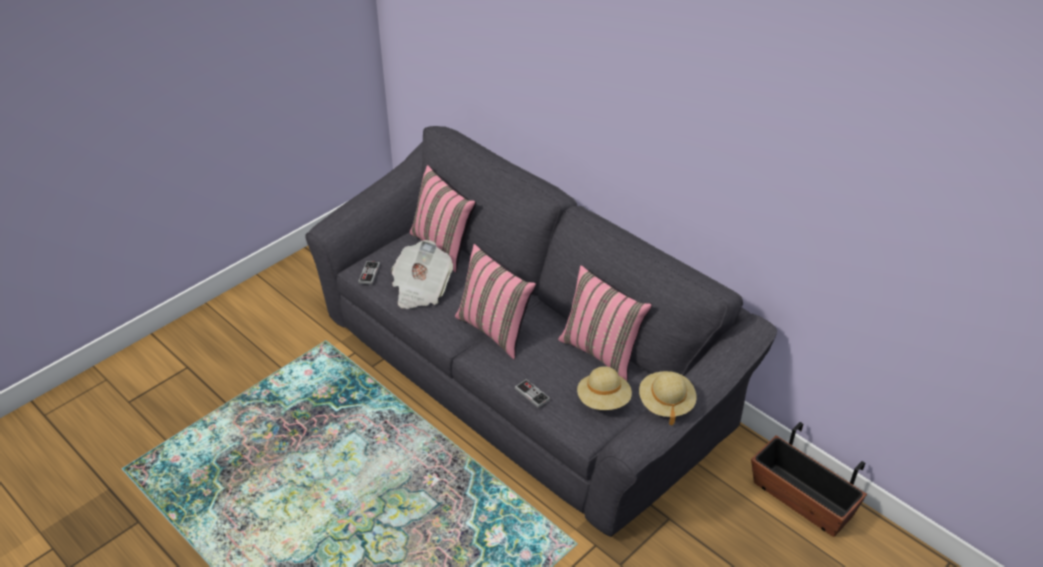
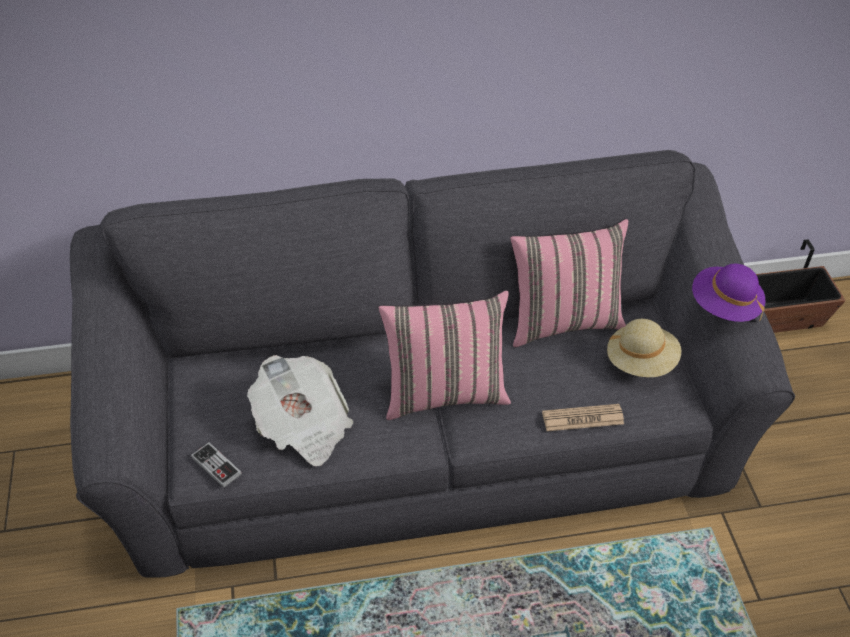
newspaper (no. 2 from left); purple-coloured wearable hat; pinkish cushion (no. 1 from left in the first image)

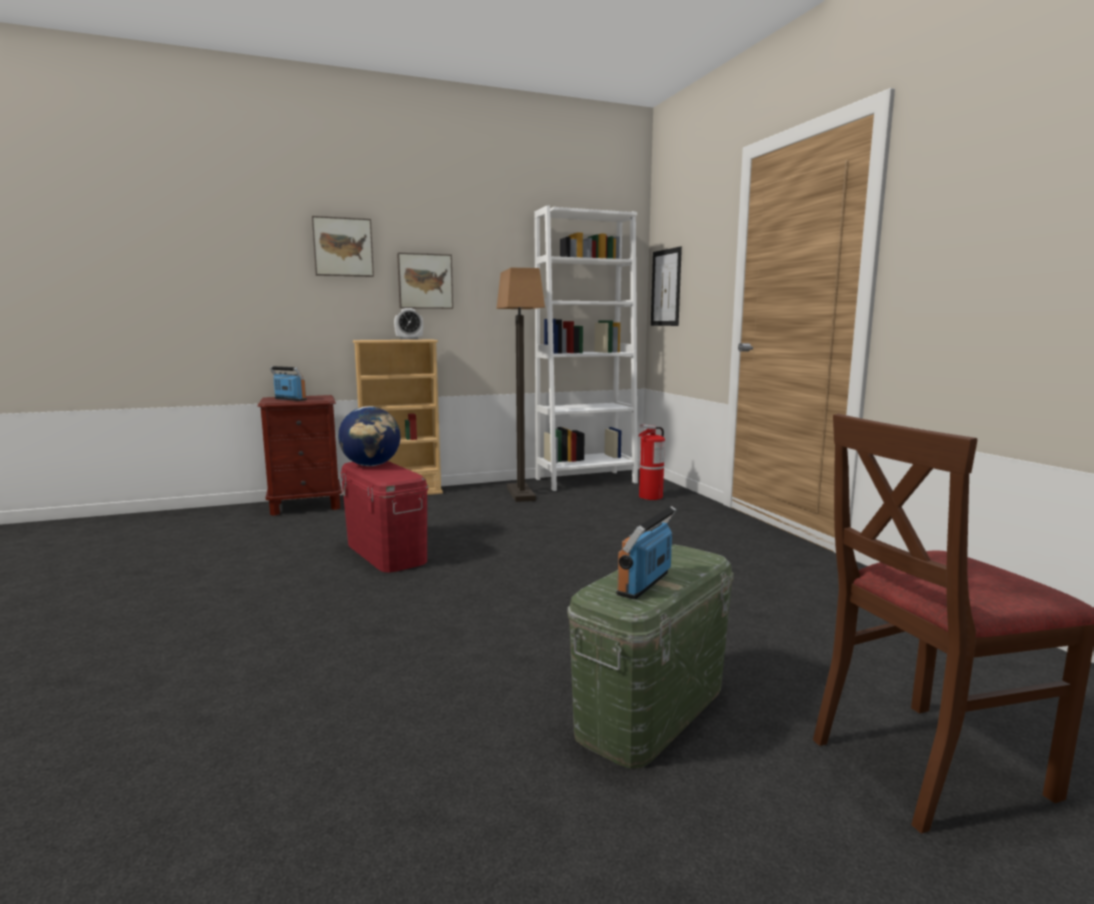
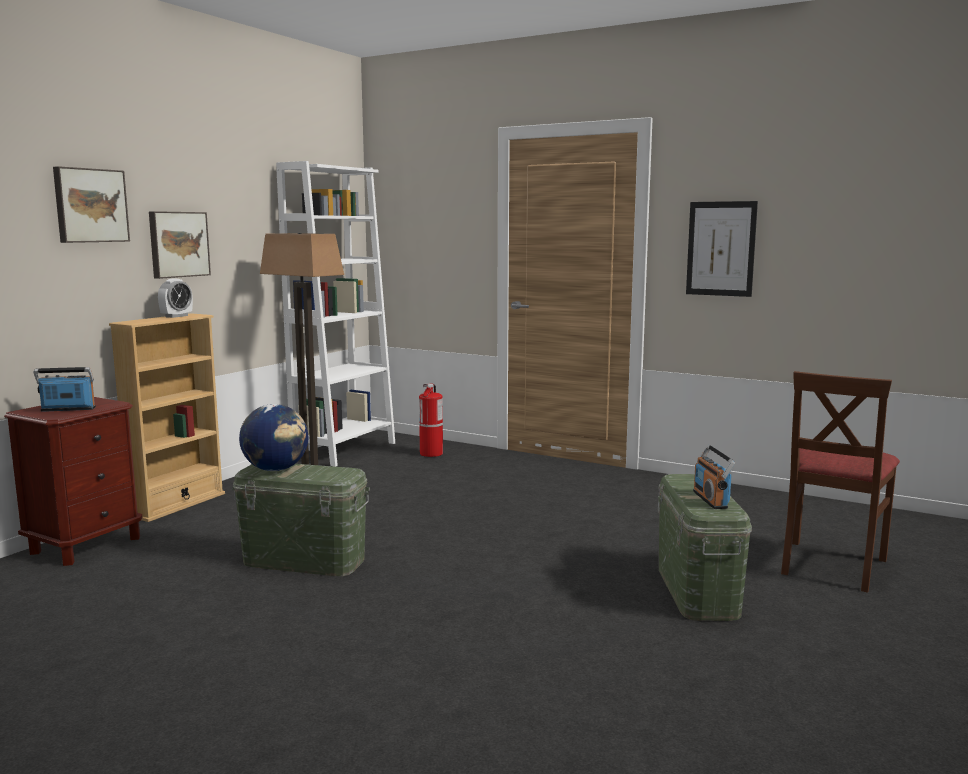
green storage container (no. 1 from left); wall picture (no. 3 from left)

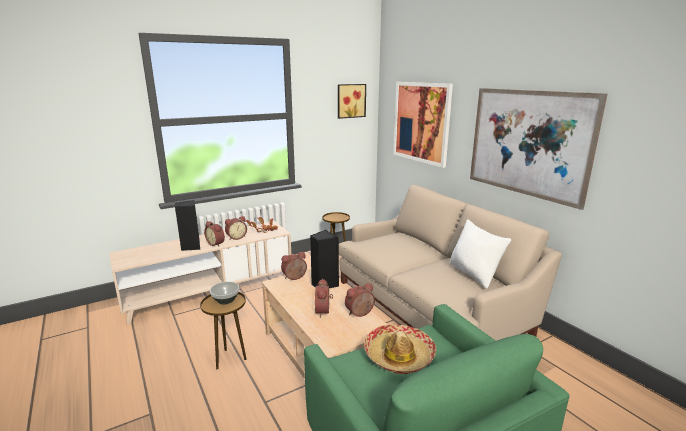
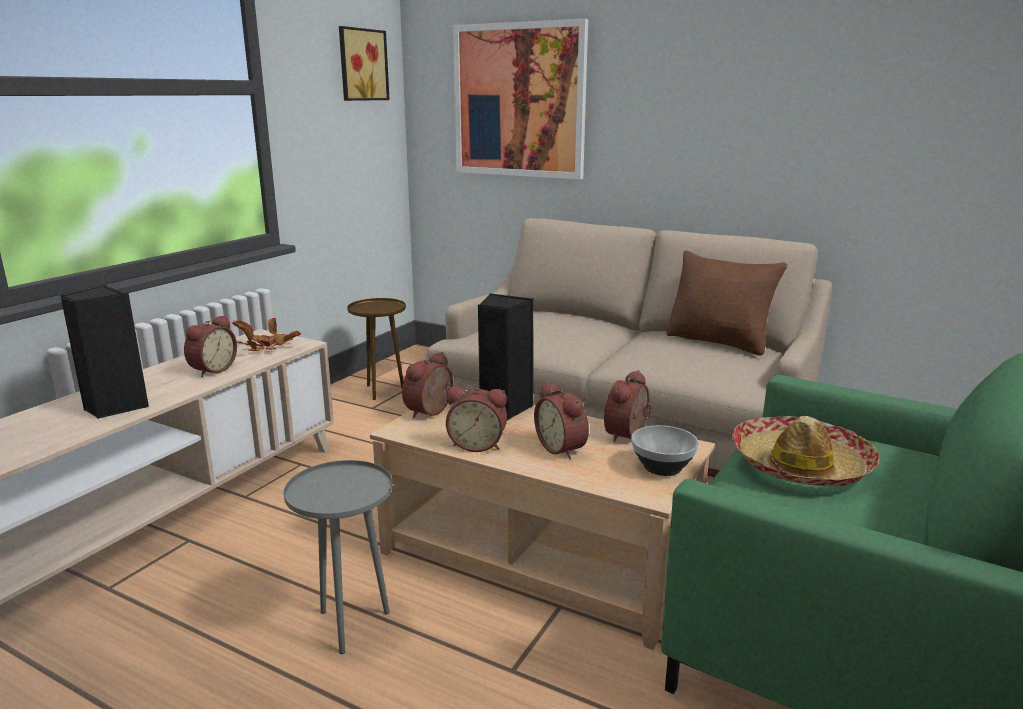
gray side table; alarm clock (no. 3 from left); deep dish; brown-coloured cushion; wall picture (no. 3 from left in the first image)

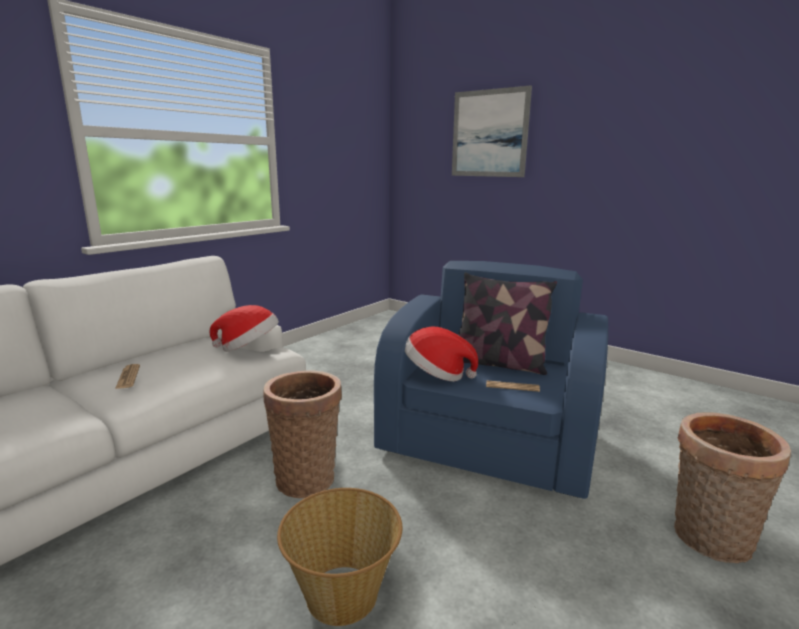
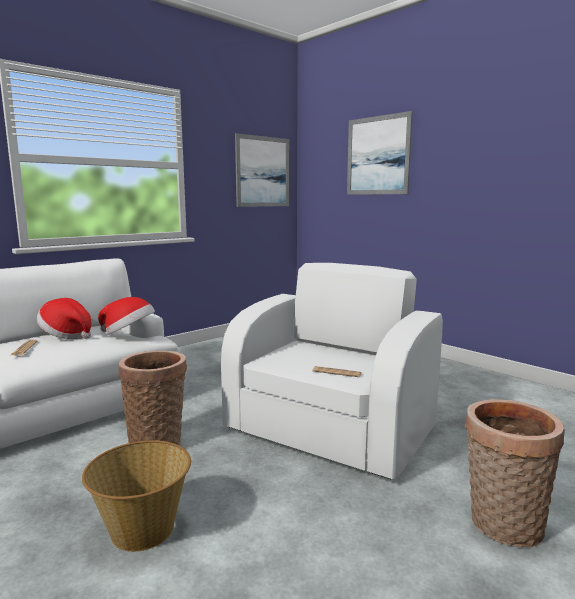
wearable hat (no. 1 from left); white armchair; wall picture (no. 1 from left); cushion

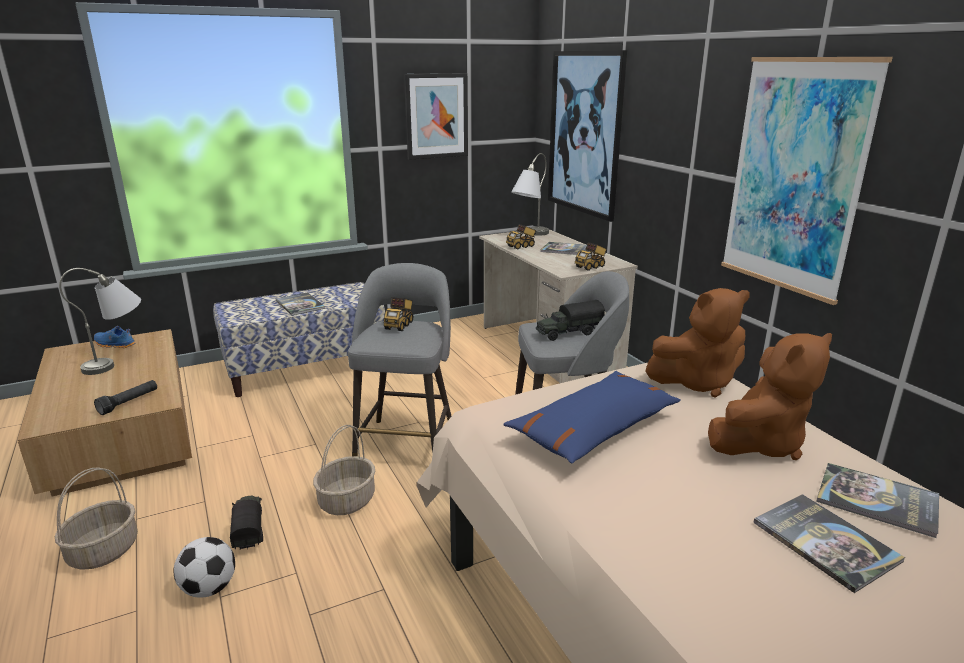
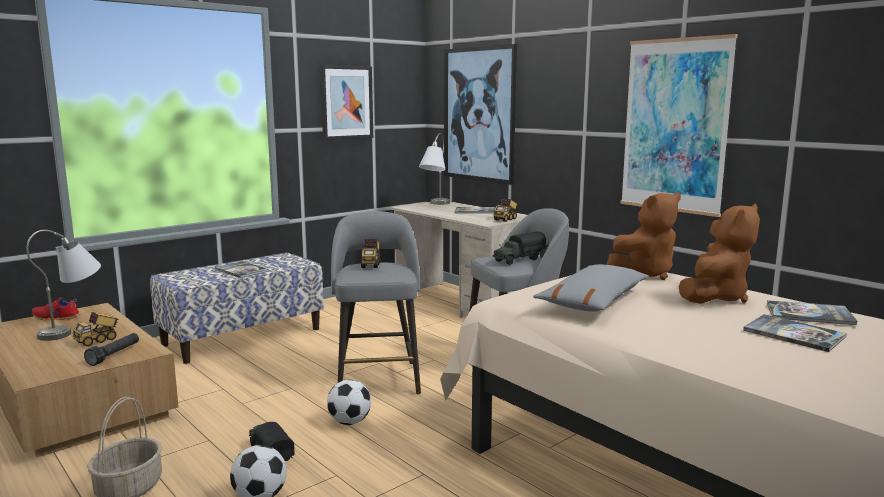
reddish item of footwear; toy truck (no. 1 from left); football ball (no. 2 from left); gray cushion

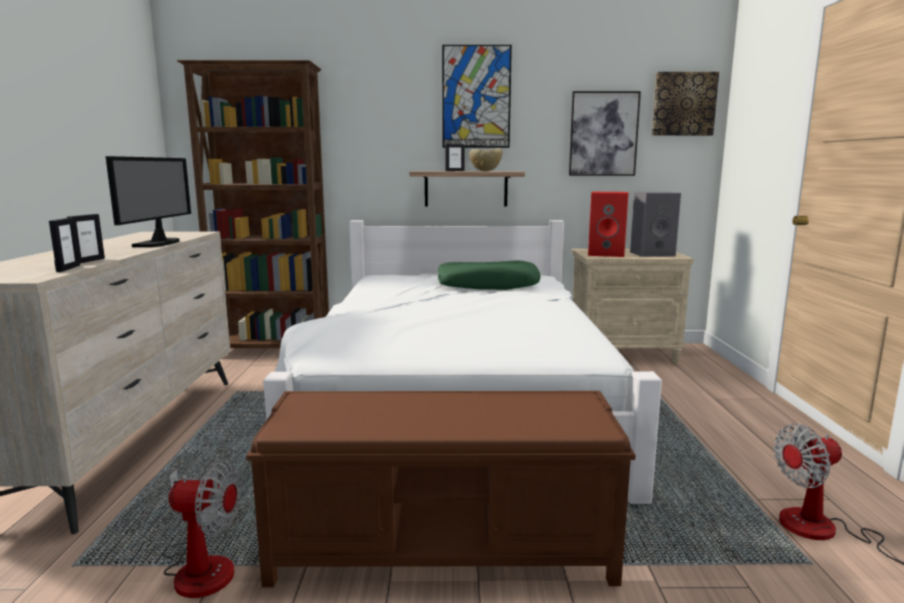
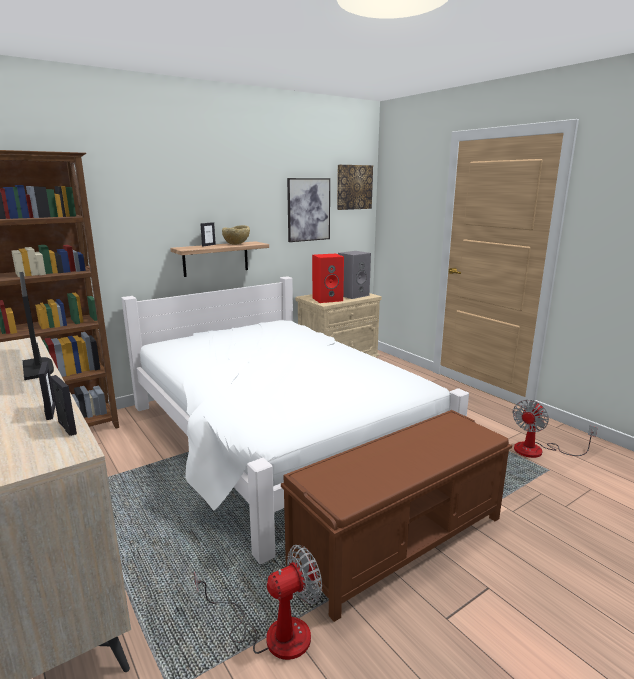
green cushion; wall picture (no. 1 from left in the first image)

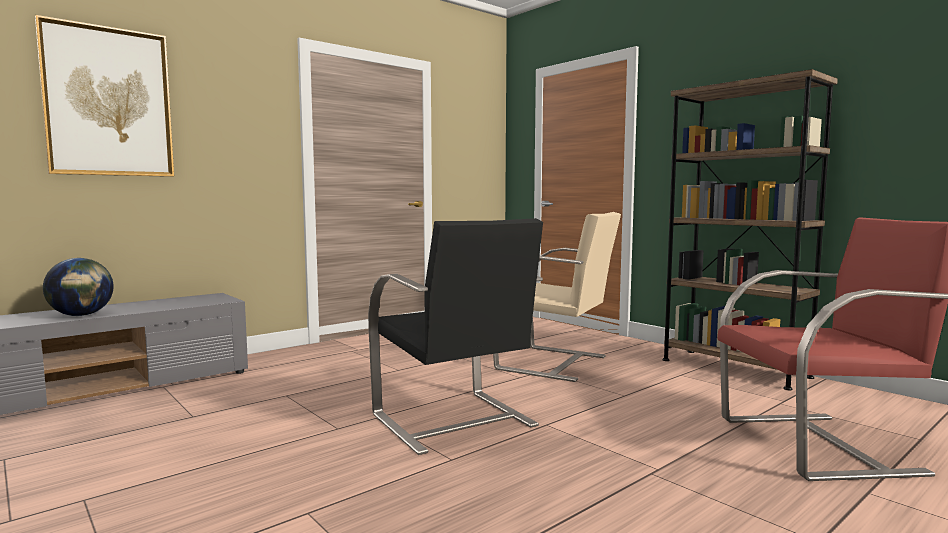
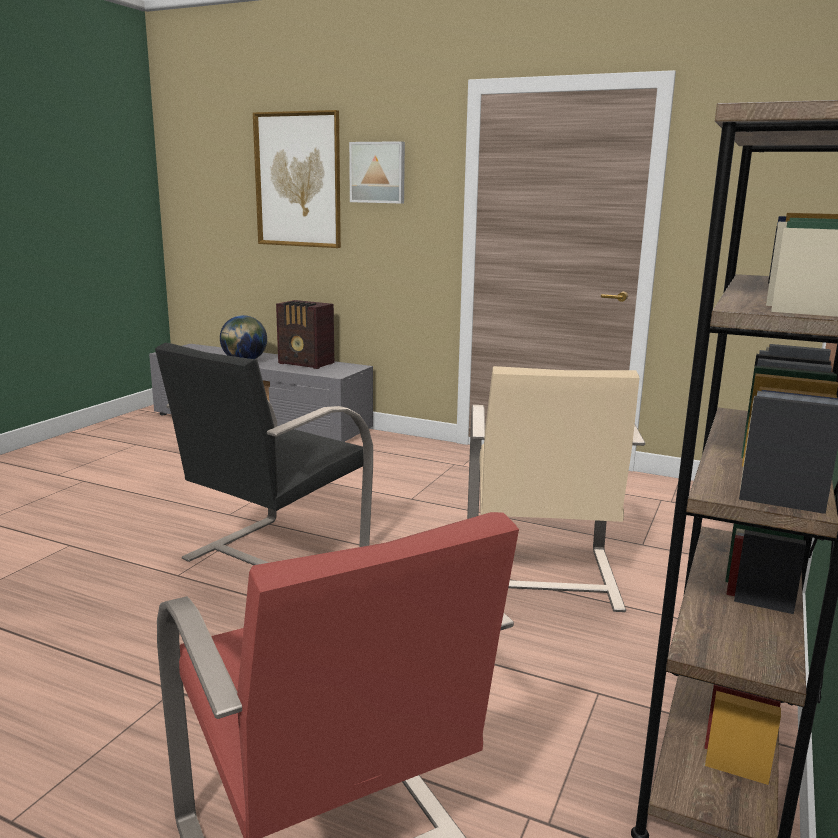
radio set; wall picture (no. 2 from left)

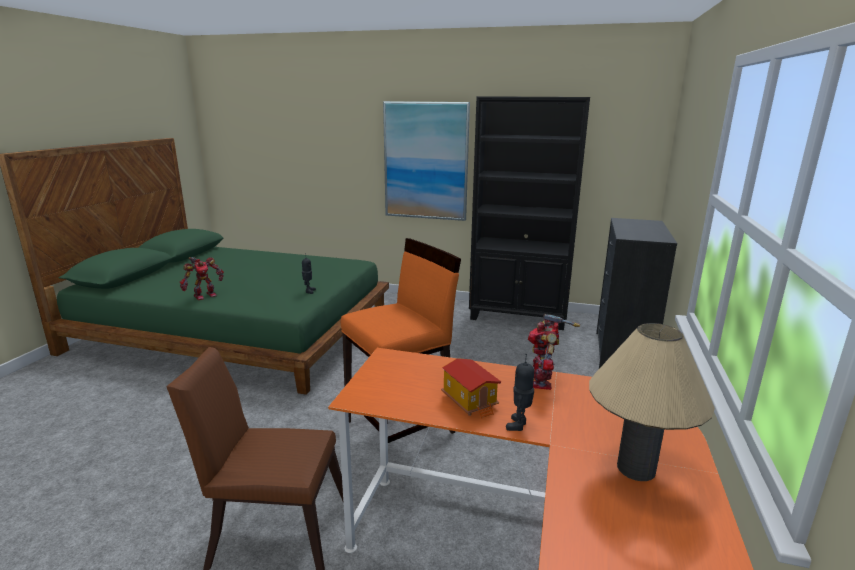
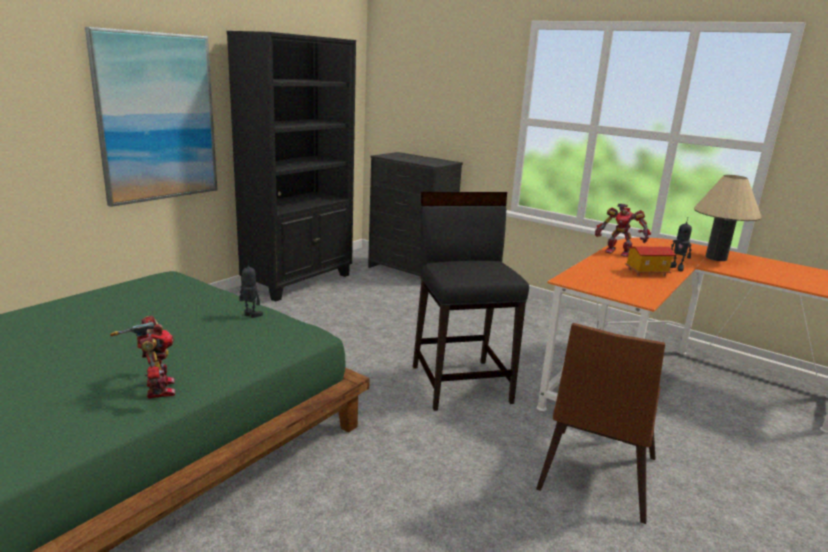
black stool seat

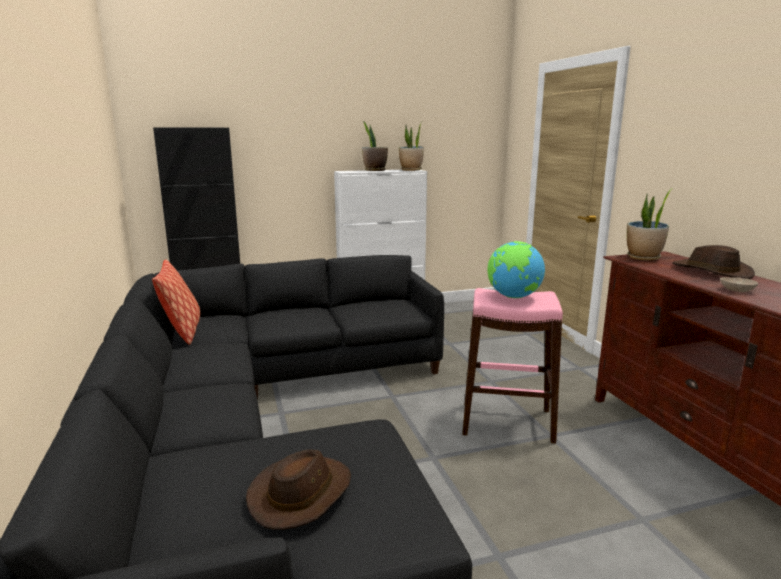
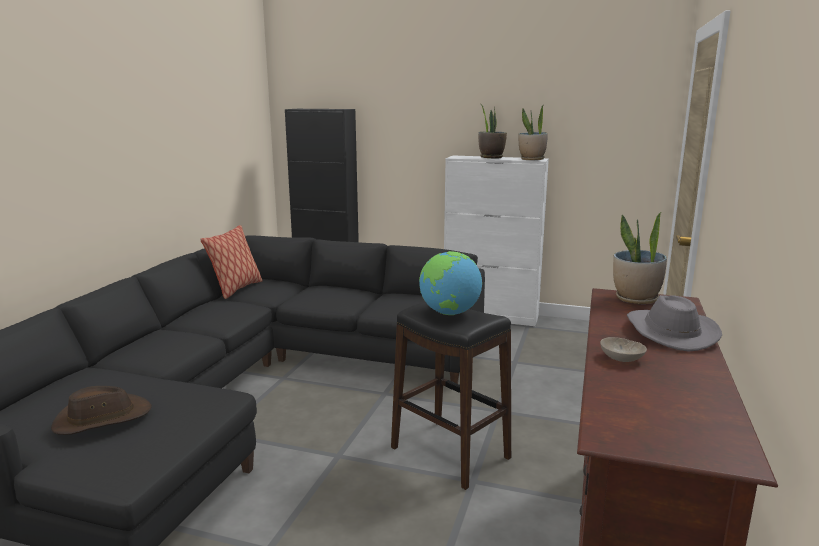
black stool seat; gray wearable hat

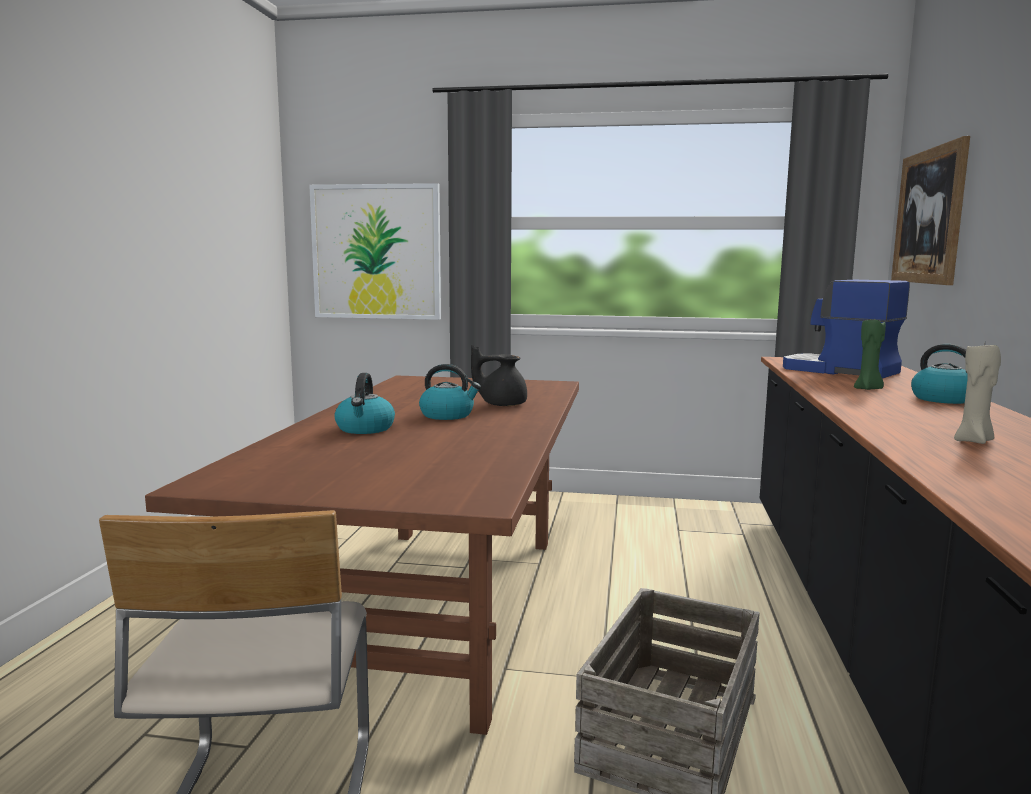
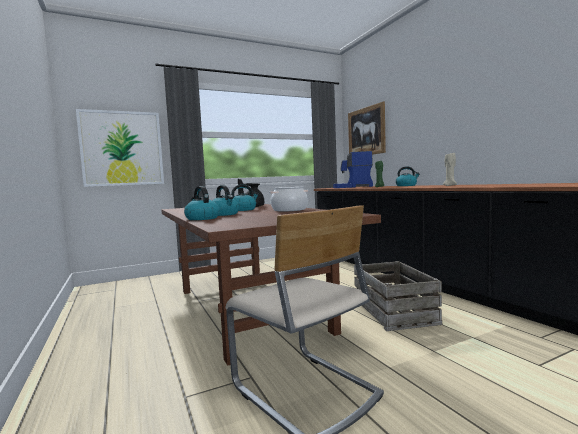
kettle (no. 1 from left); stockpot

